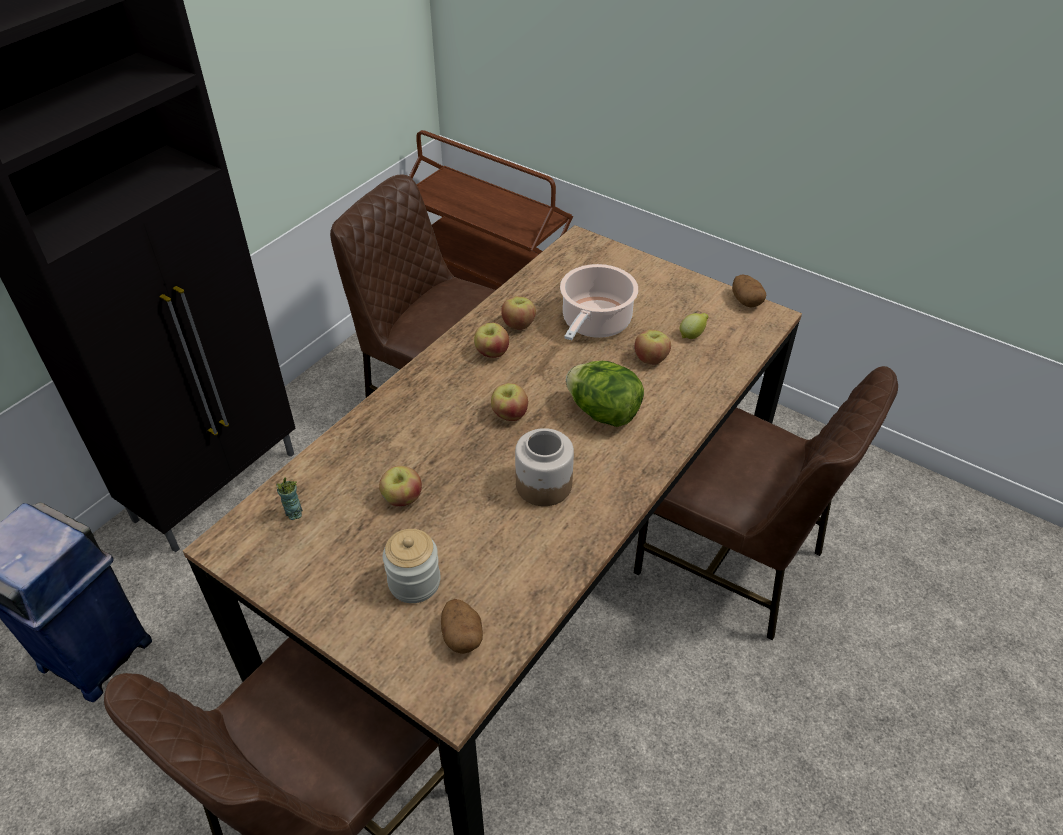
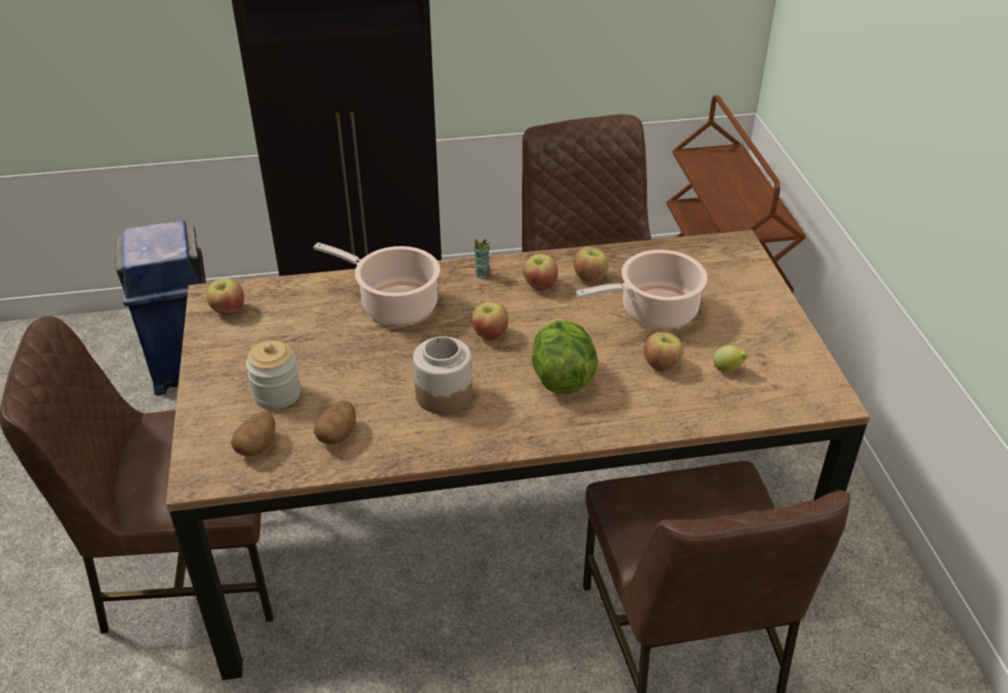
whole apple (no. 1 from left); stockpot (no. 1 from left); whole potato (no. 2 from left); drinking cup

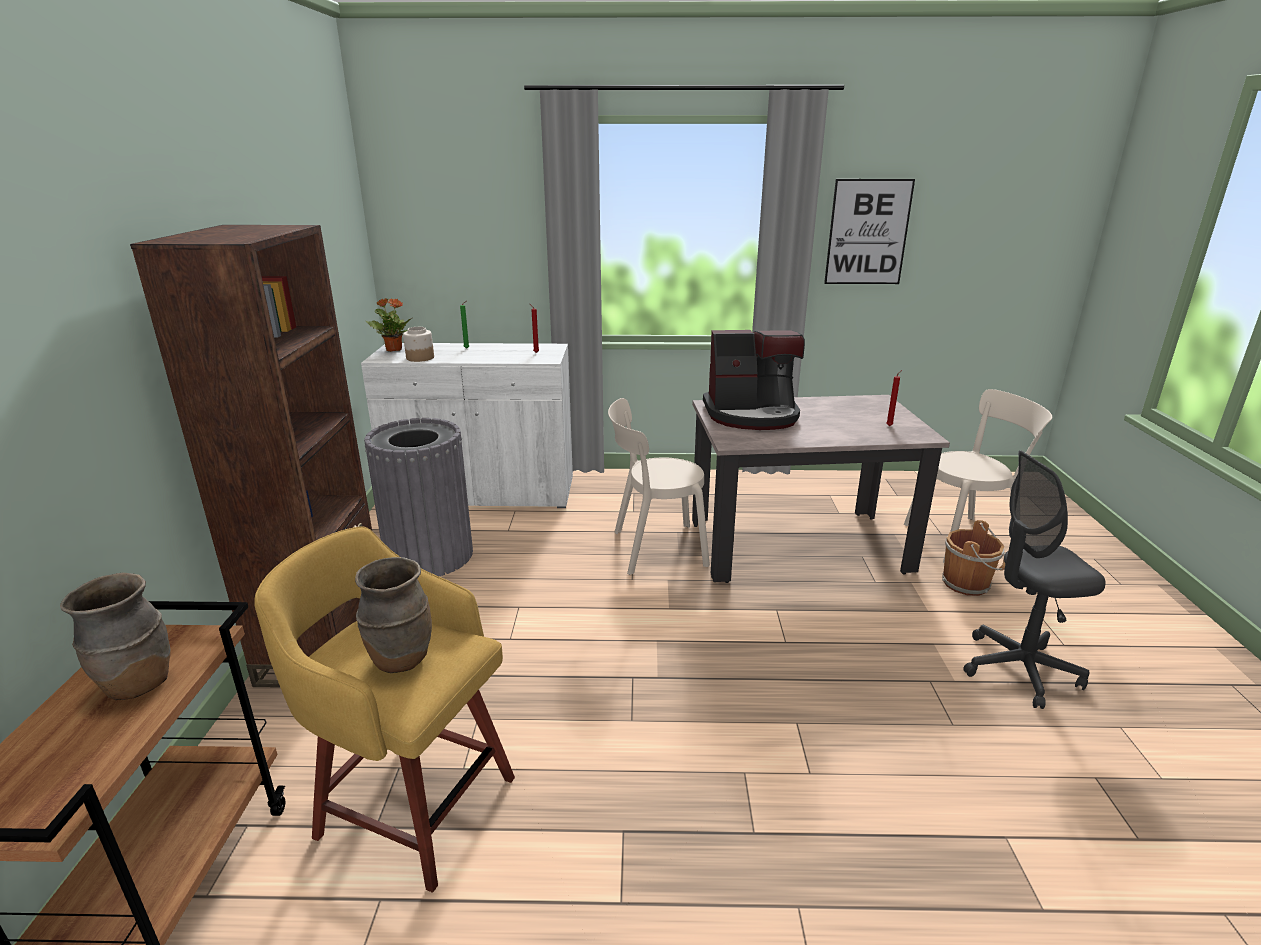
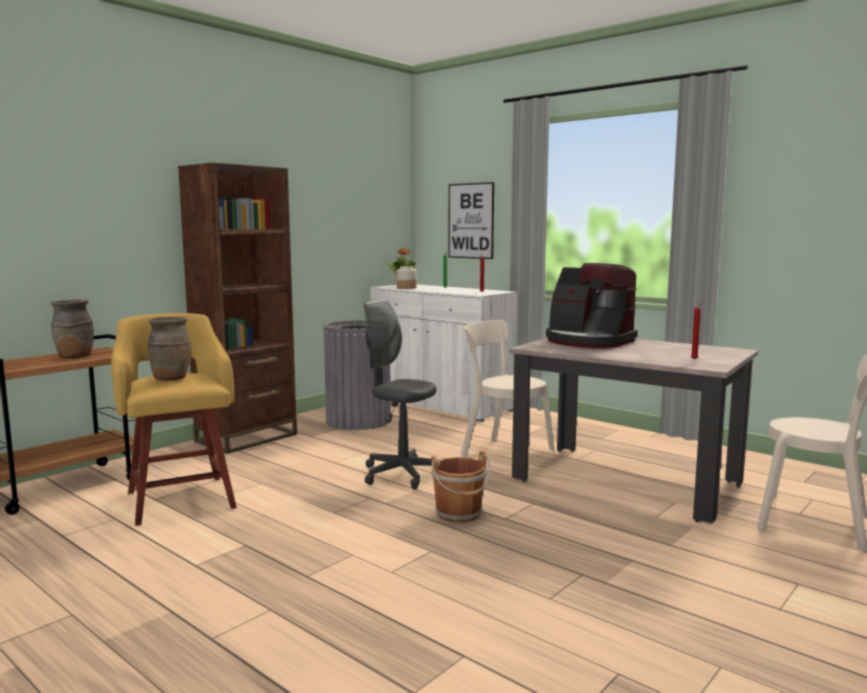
gray desk chair; brown-coloured pail; wall picture

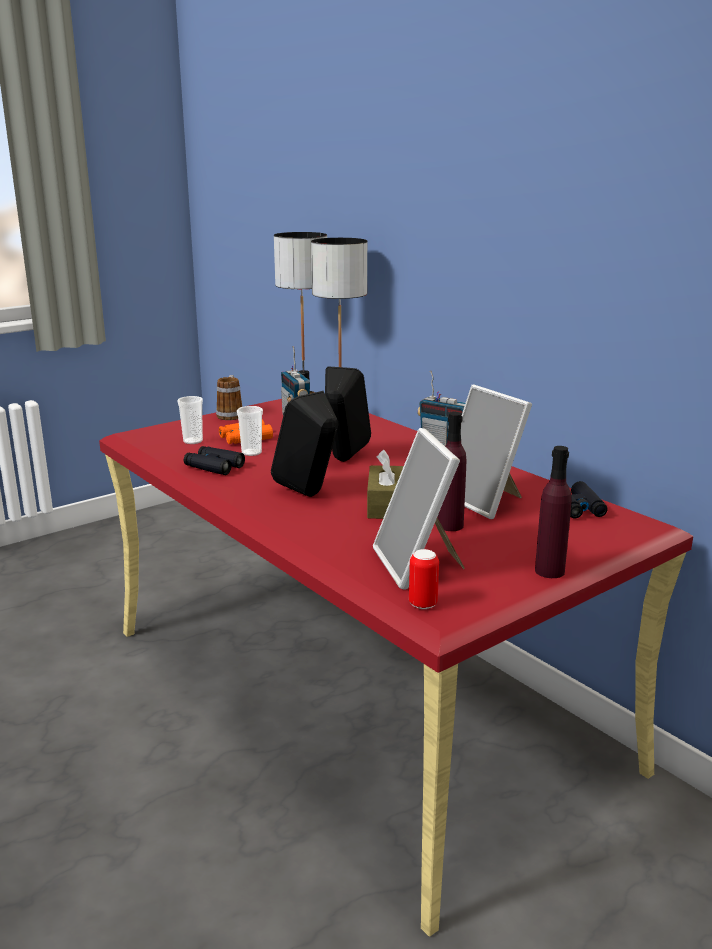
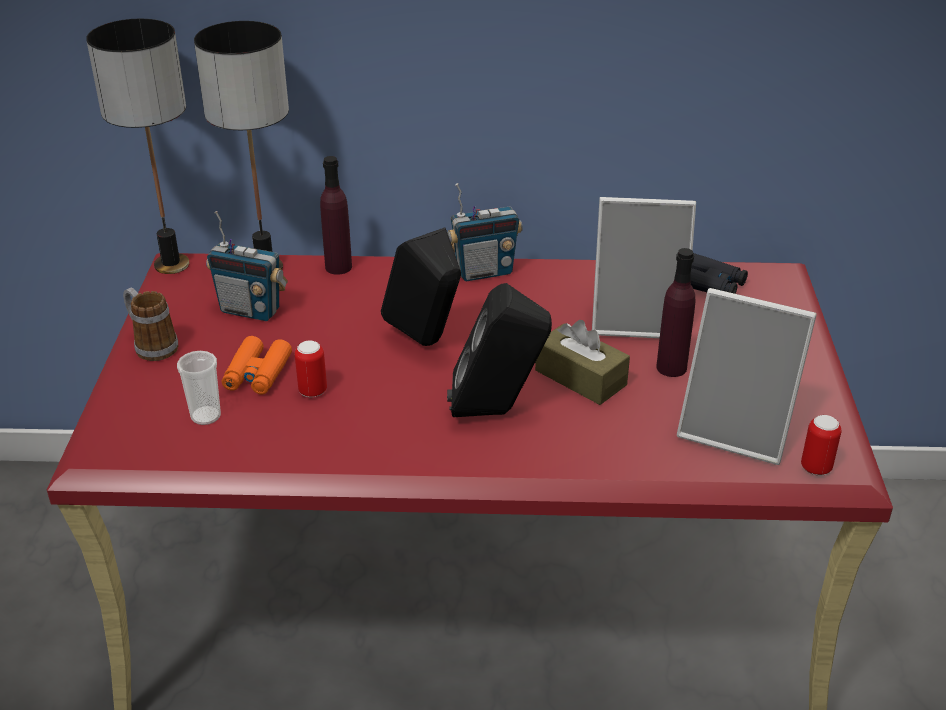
sealed can (no. 1 from left); purple-coloured bottle (no. 1 from left); black binoculars (no. 1 from left in the first image)

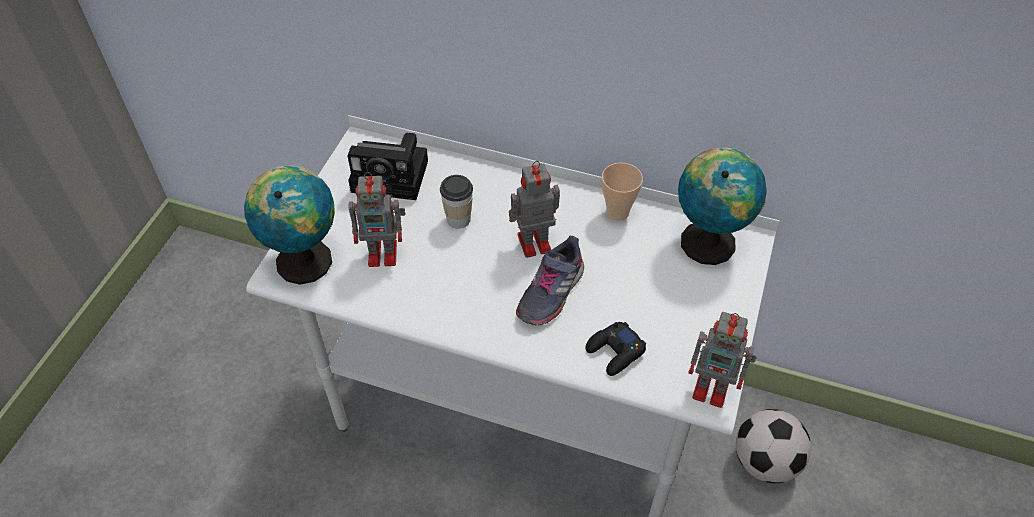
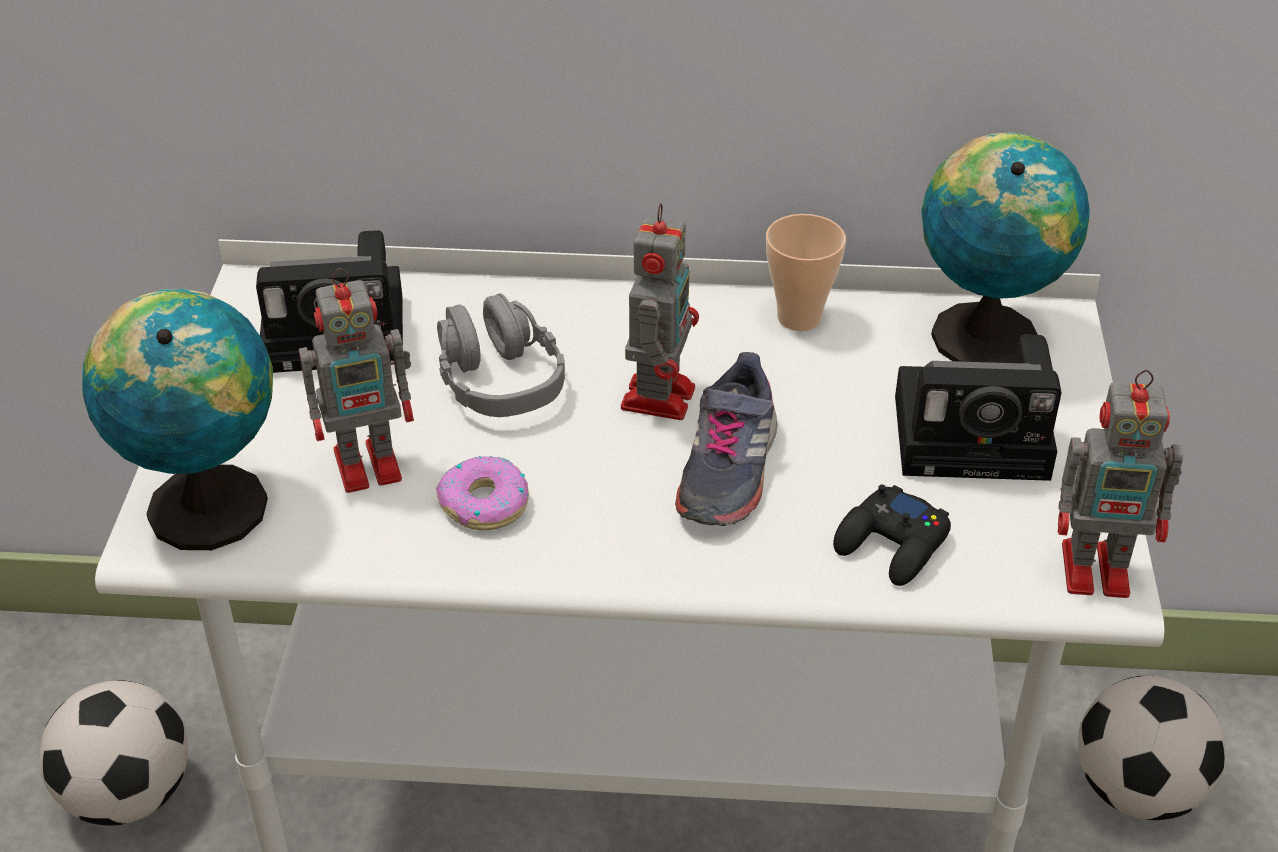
football ball (no. 1 from left); doughnut; gray pair of headphones; toy robot (no. 2 from left); still camera (no. 2 from left)

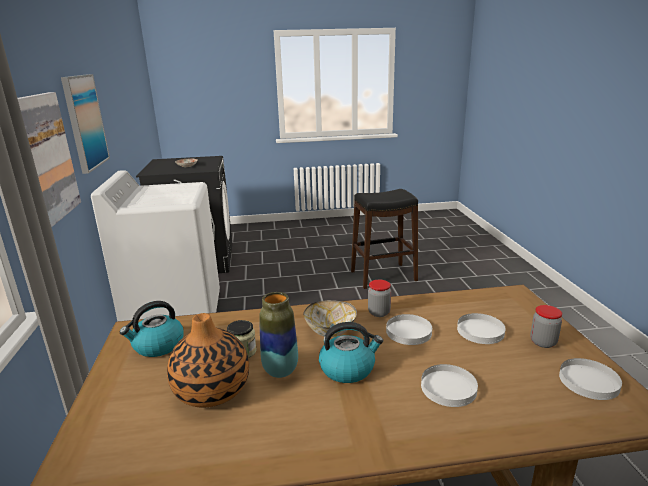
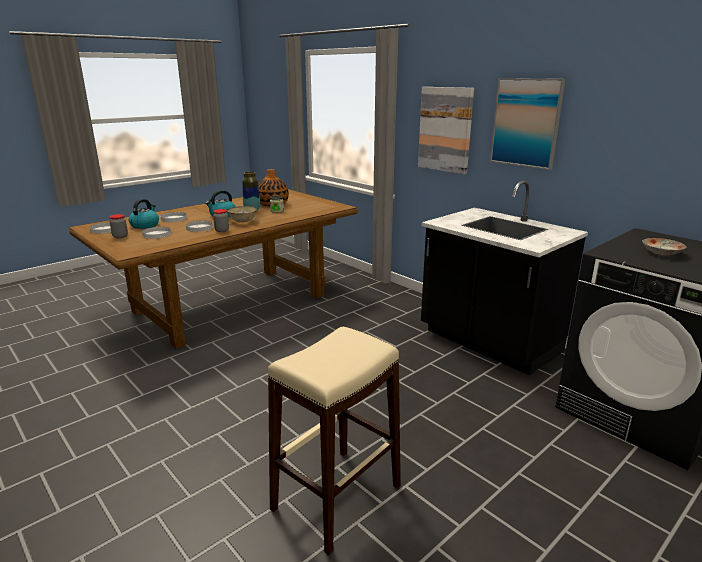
kettle (no. 1 from left); beige-coloured stool seat; black kitchen counter

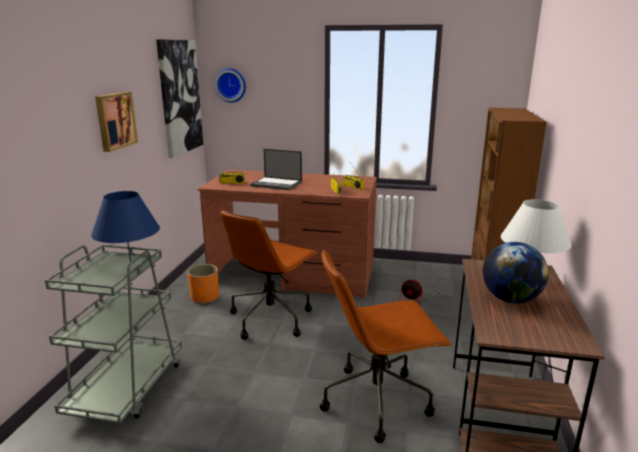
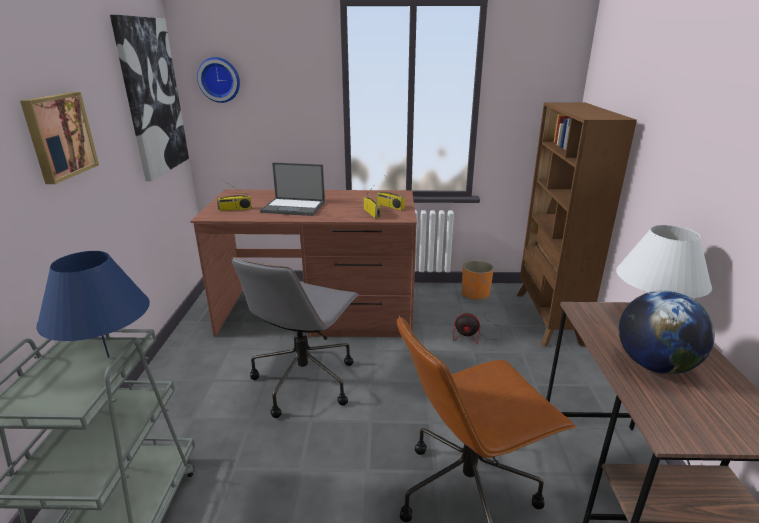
gray desk chair; orange plant pot

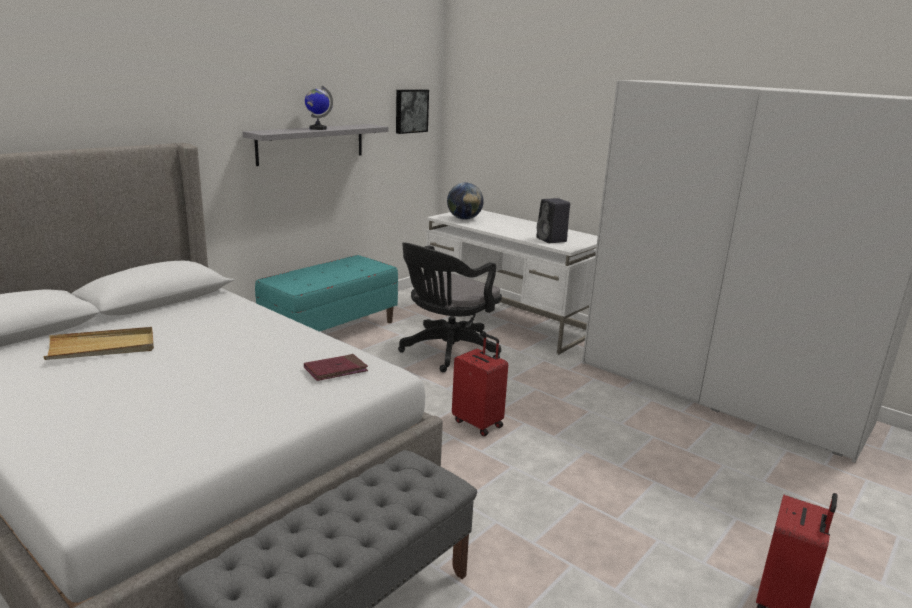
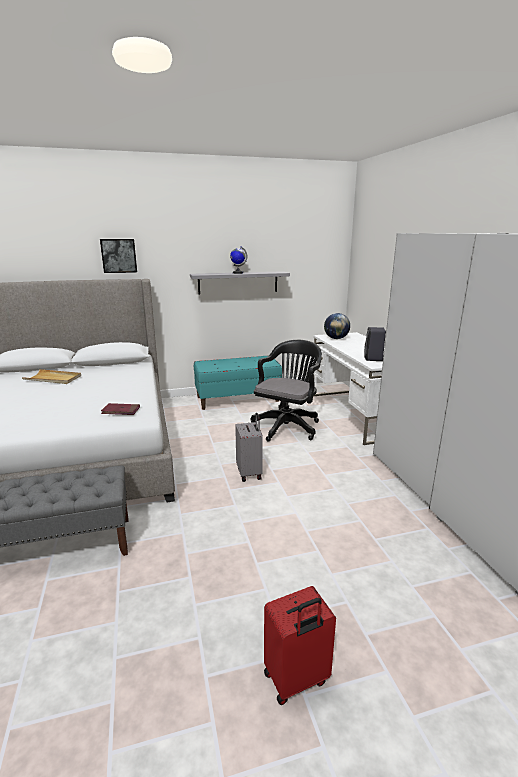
wall picture; gray piece of luggage; black desk chair

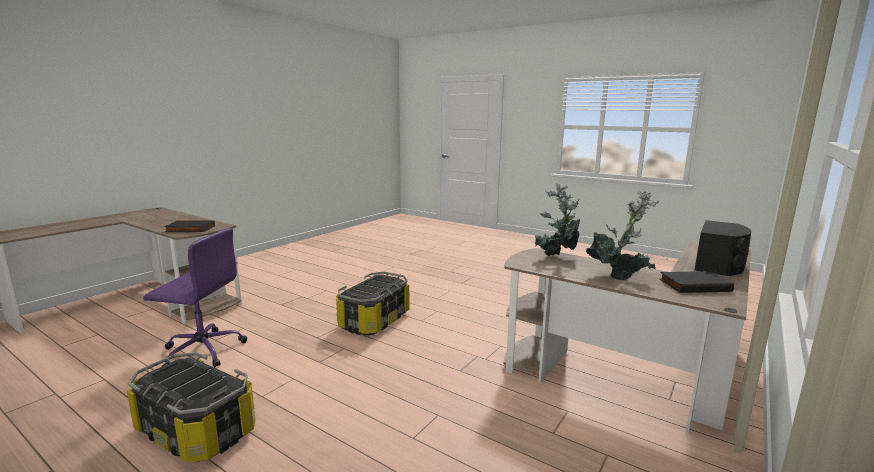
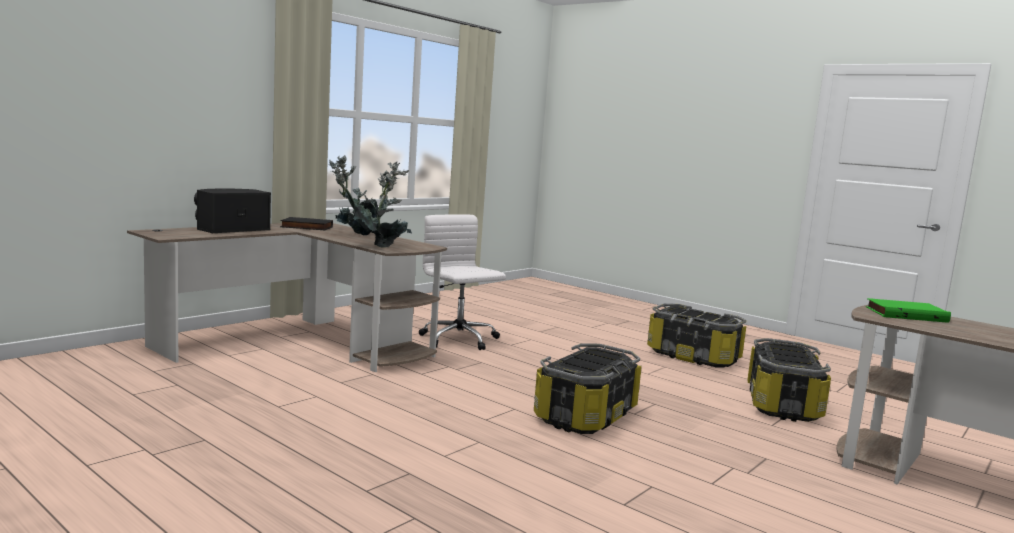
white desk chair; storage container (no. 3 from left); green volume

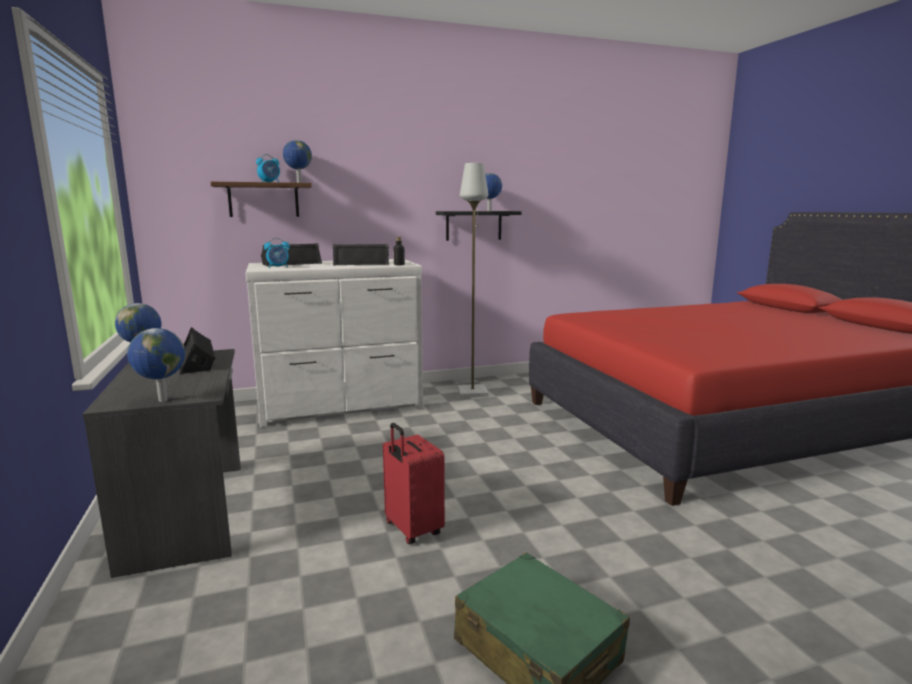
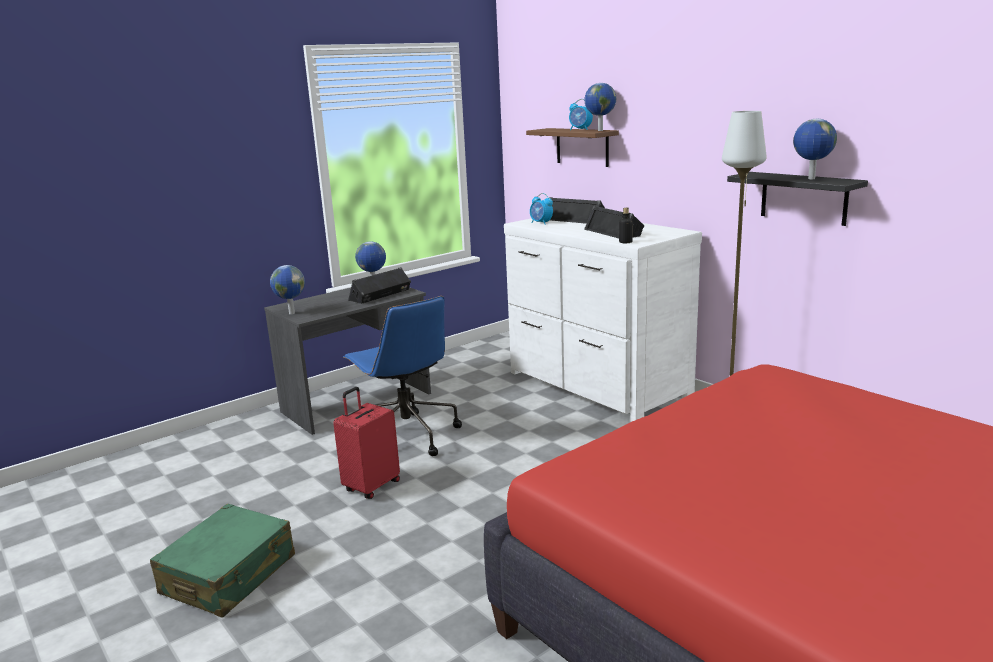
bluish desk chair

